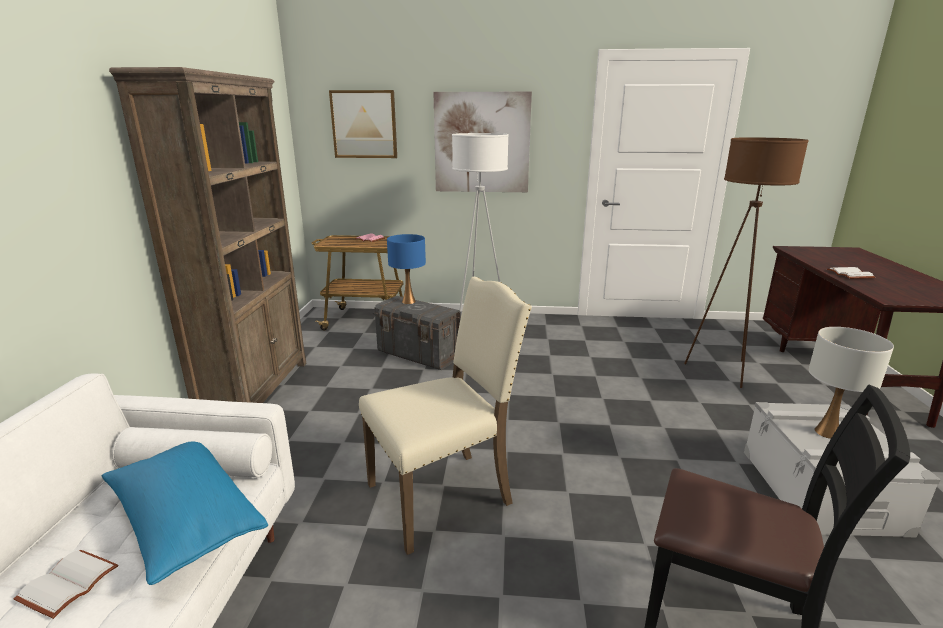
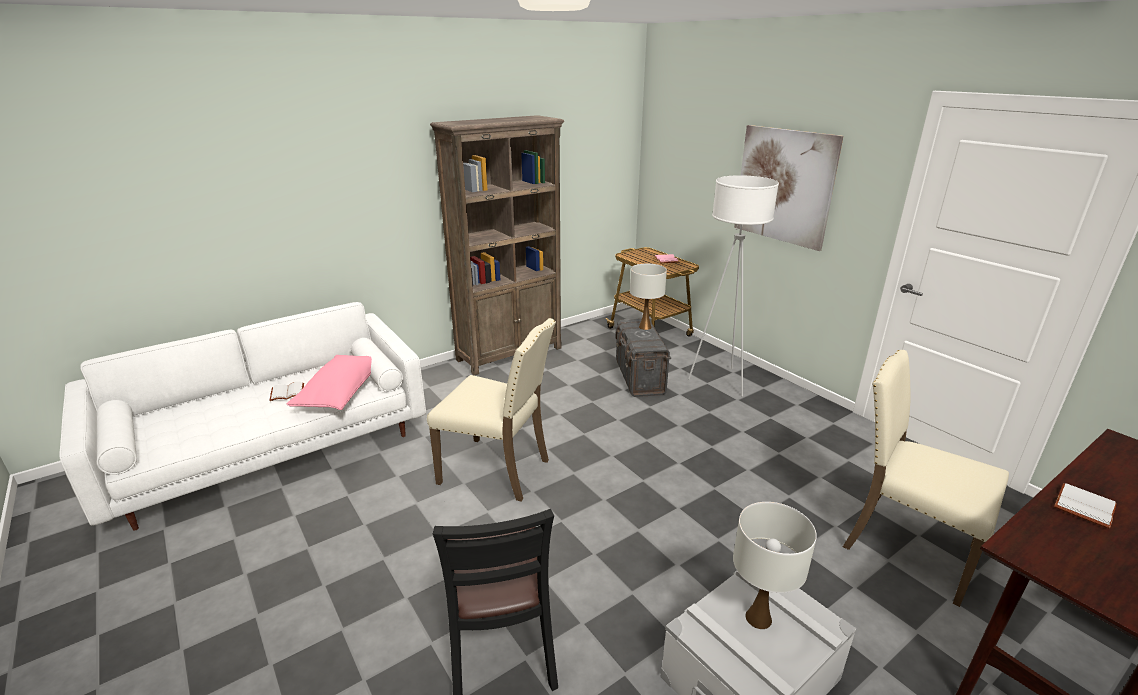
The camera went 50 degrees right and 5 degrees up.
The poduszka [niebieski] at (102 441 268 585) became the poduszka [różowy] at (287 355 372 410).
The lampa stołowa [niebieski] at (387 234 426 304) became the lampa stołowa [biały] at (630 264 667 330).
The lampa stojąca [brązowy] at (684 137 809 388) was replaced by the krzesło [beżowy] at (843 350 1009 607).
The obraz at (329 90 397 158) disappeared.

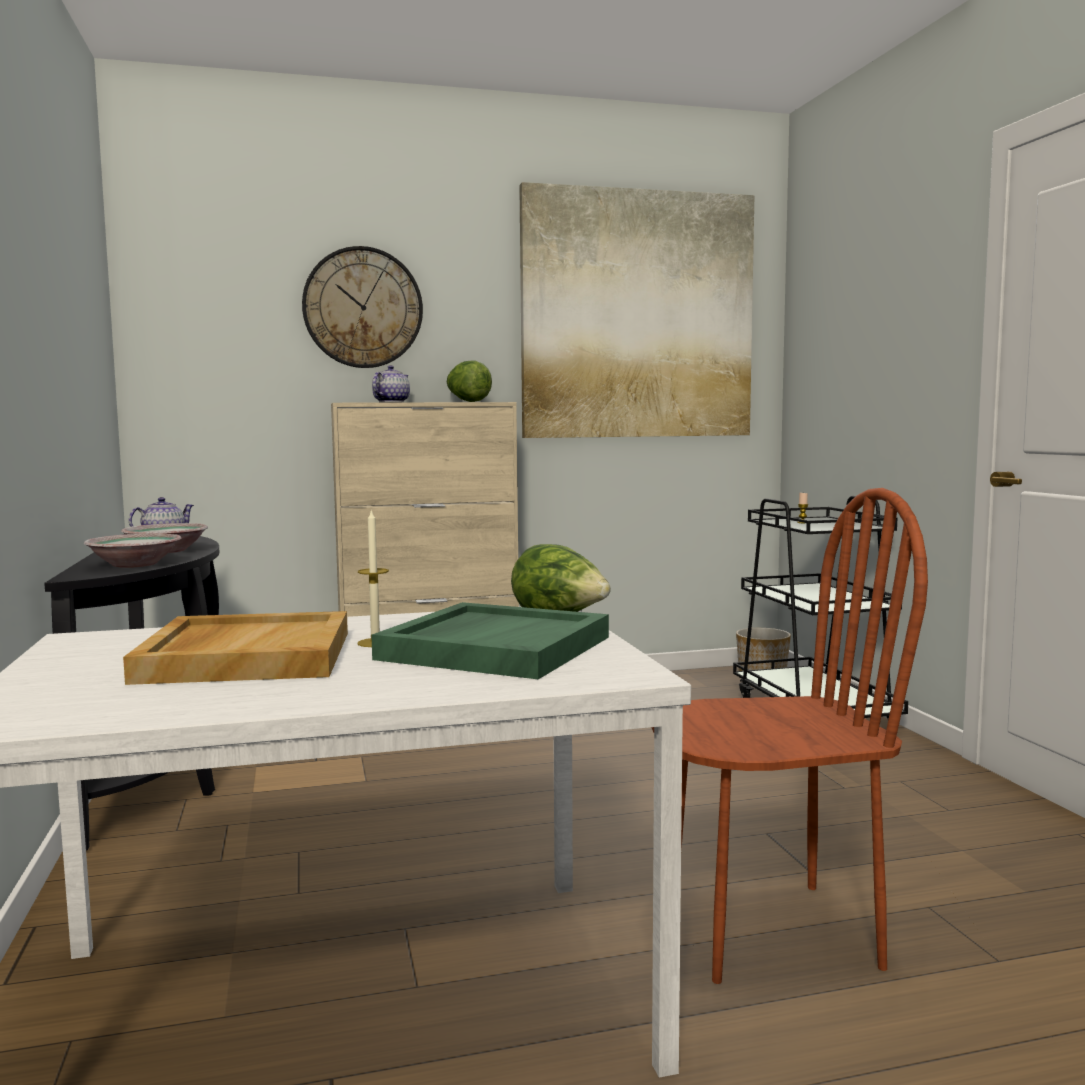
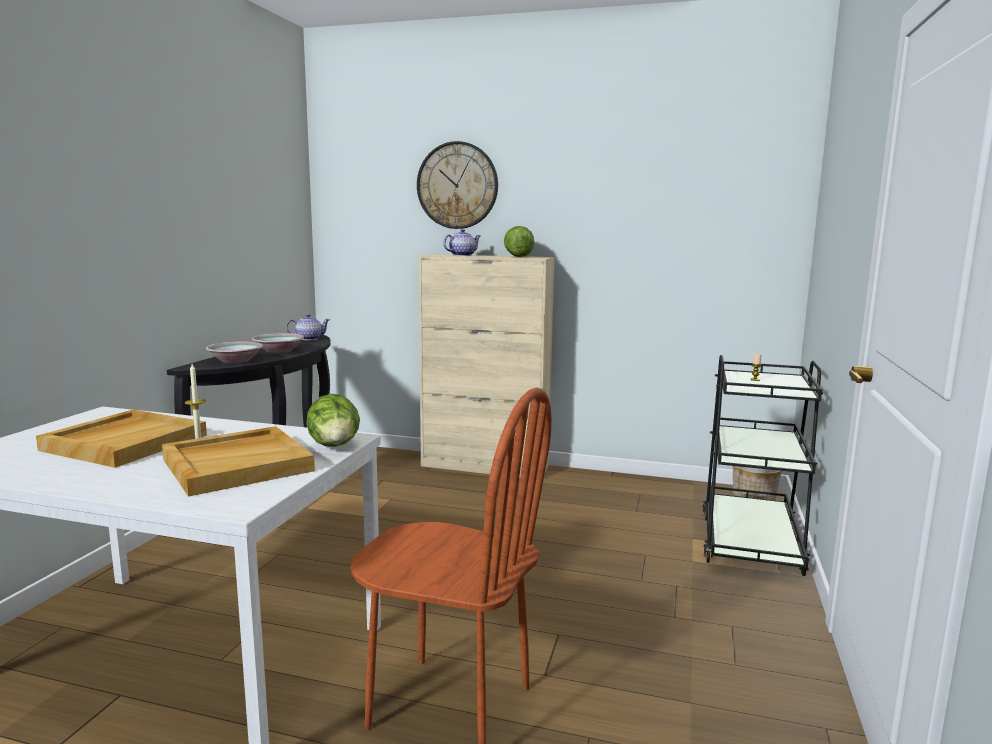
The camera went 30 degrees right and 5 degrees up.
The taca [zielony] at (371 602 609 679) became the taca [beżowy] at (162 426 315 497).
The obraz at (519 182 754 438) disappeared.

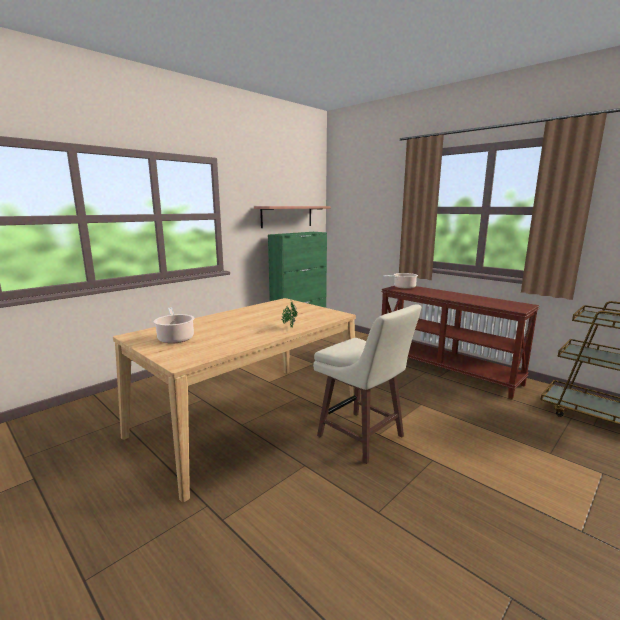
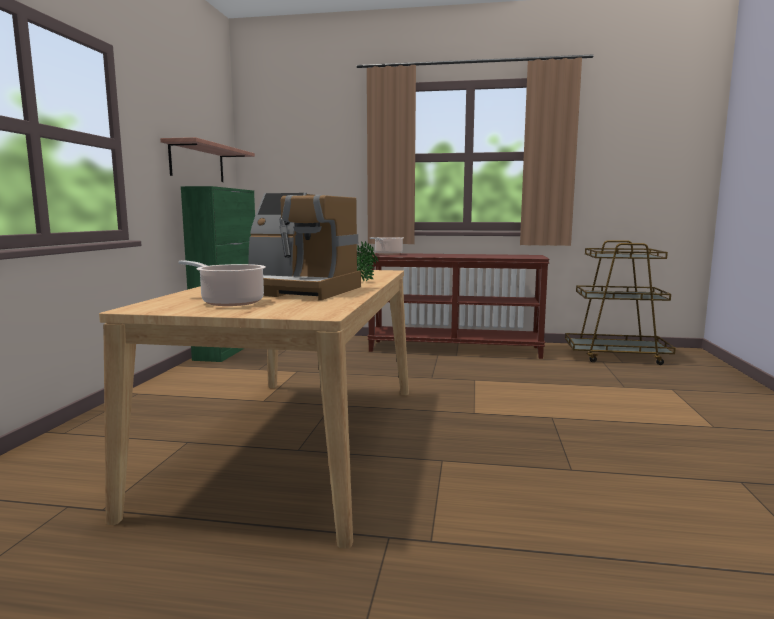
The camera went 35 degrees left and 5 degrees down.
The ekspres do kawy at (249 193 361 300) appeared.
The stołek [beżowy] at (313 304 421 464) disappeared.

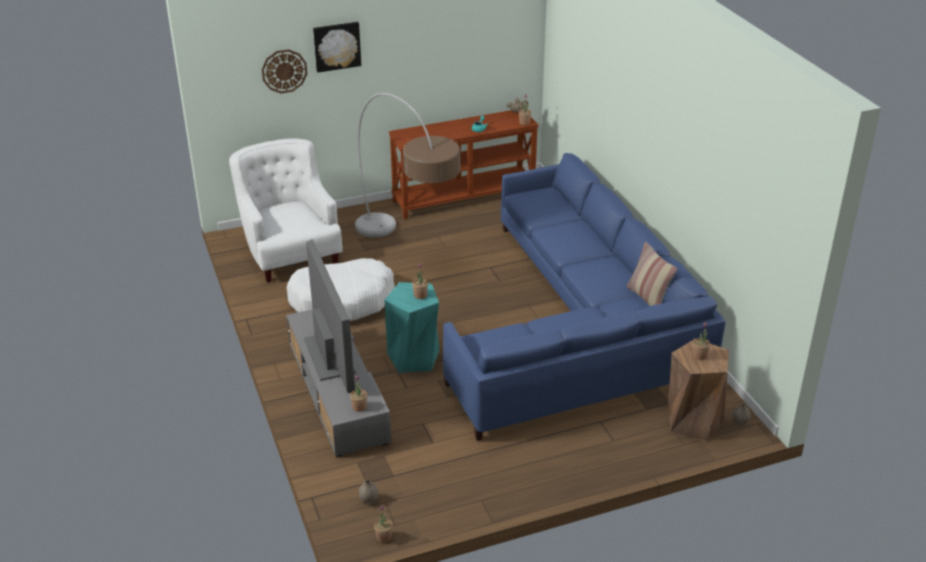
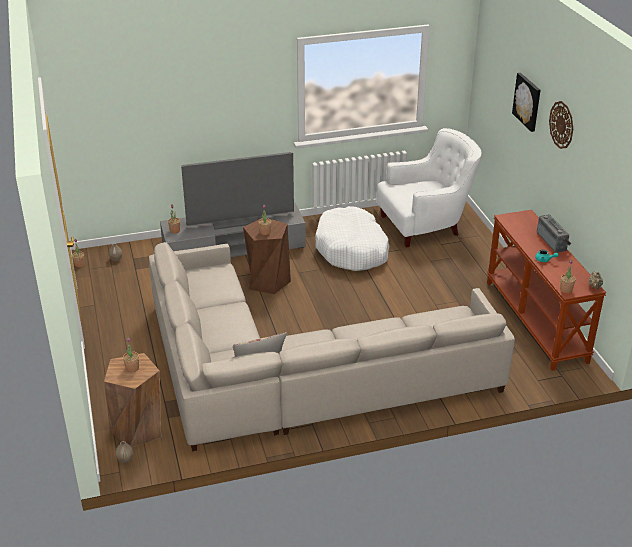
The camera went 95 degrees right and 0 degrees up.
The kanapa [niebieski] at (443 153 726 441) became the kanapa [beżowy] at (149 242 515 451).
The stołek [turkusowy] at (385 282 439 373) became the stołek [brązowy] at (243 218 291 294).
The radio at (537 214 571 253) appeared.
The zegar ścienny moved from (262 49 307 93) to (549 101 573 149).
The lampa stojąca at (355 93 460 237) disappeared.

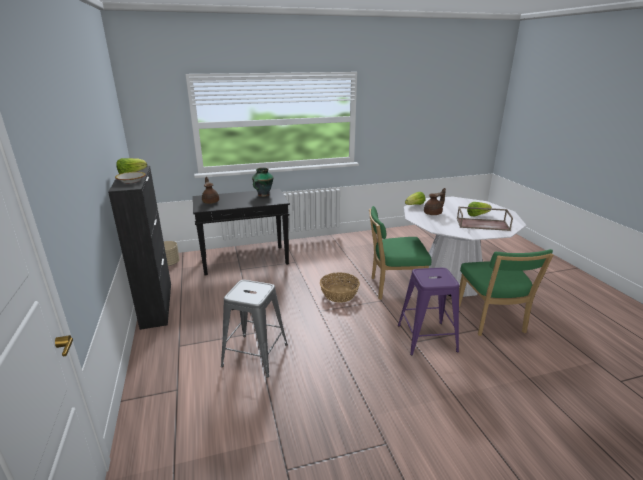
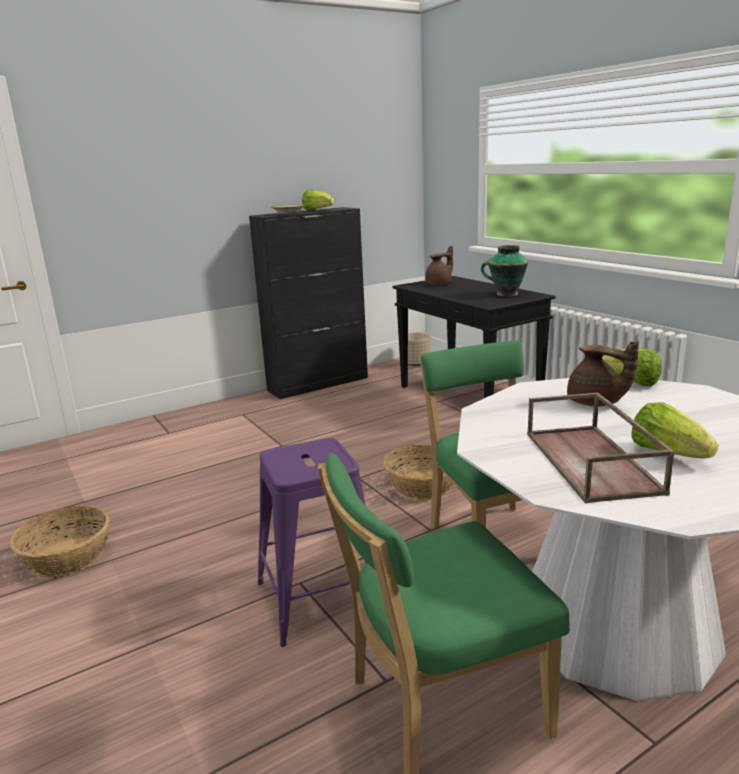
The camera went 75 degrees right and 5 degrees down.
The koszyk at (10 506 109 578) appeared.
The stołek [szary] at (221 280 288 378) disappeared.

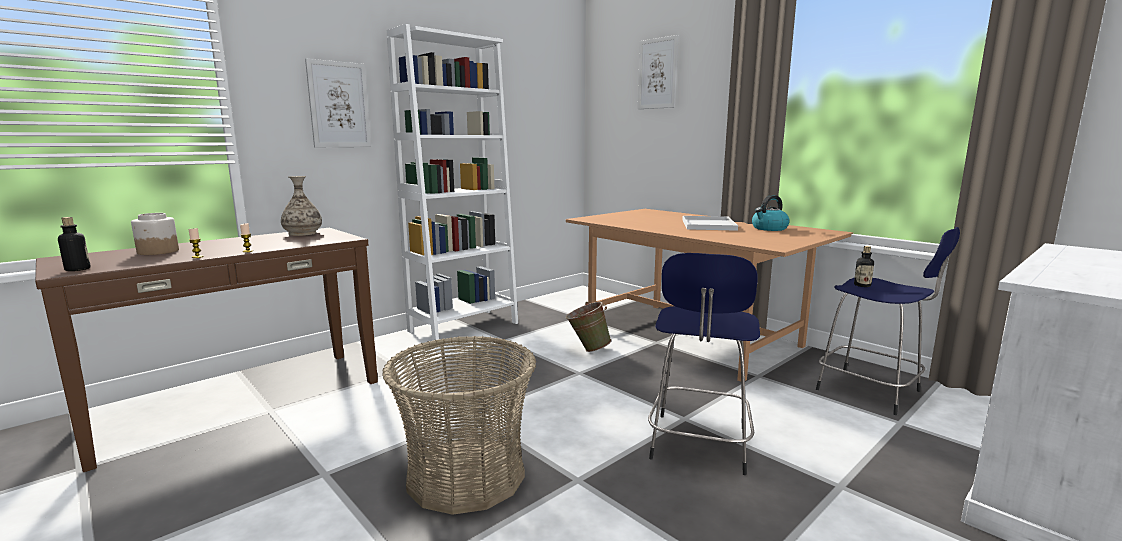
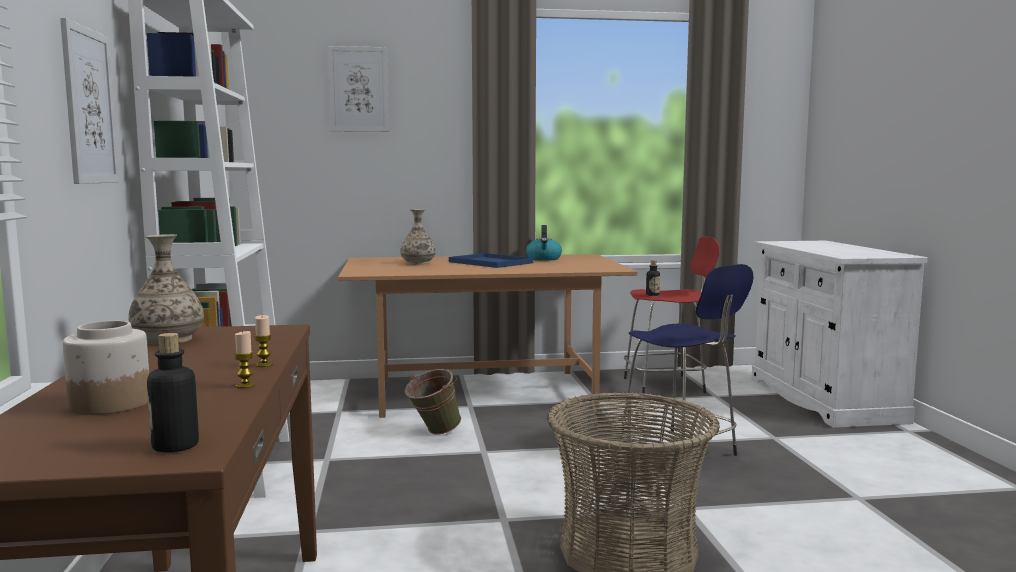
The camera went 55 degrees left and 5 degrees down.
The wazon at (400 209 436 264) appeared.
The taca [biały] at (682 216 738 231) became the taca [niebieski] at (449 253 534 268).
The stołek [niebieski] at (816 227 960 415) became the stołek [czerwony] at (624 237 720 394).

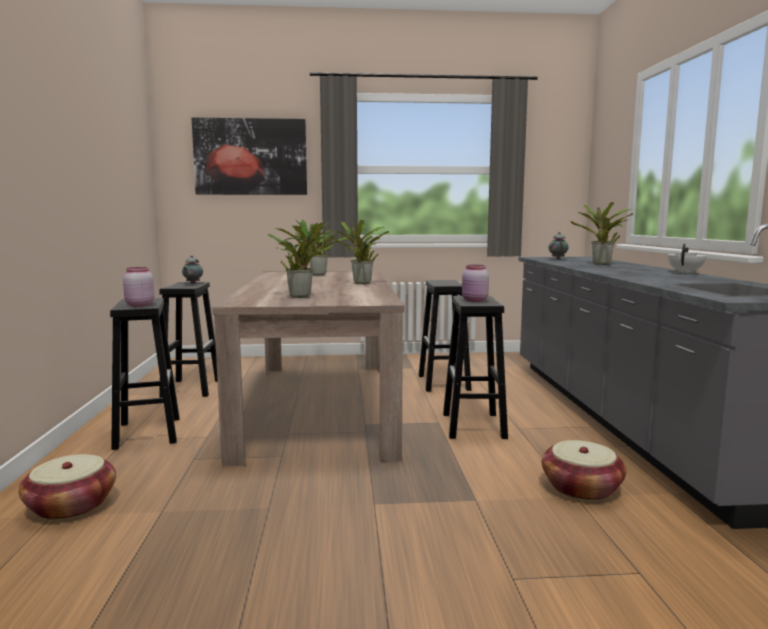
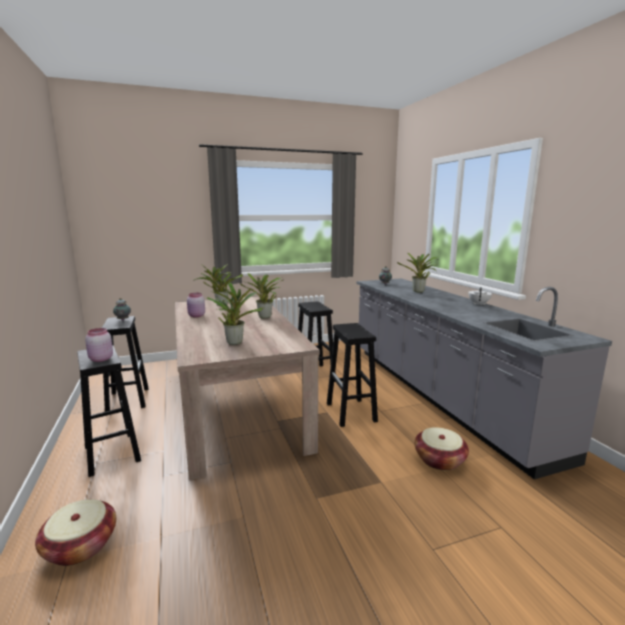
The camera went 15 degrees left and 5 degrees up.
The słoik [różowy] moved from (462 265 489 302) to (187 293 205 317).
The obraz at (192 118 307 195) disappeared.

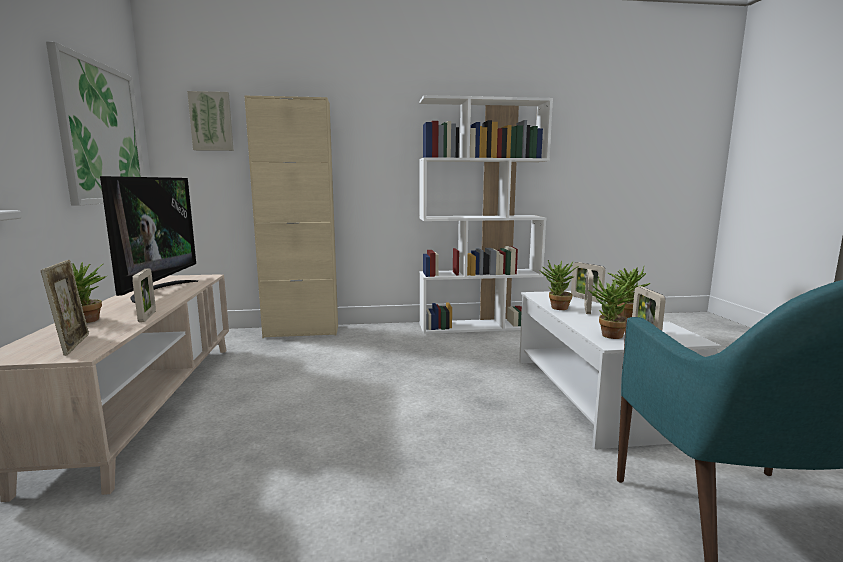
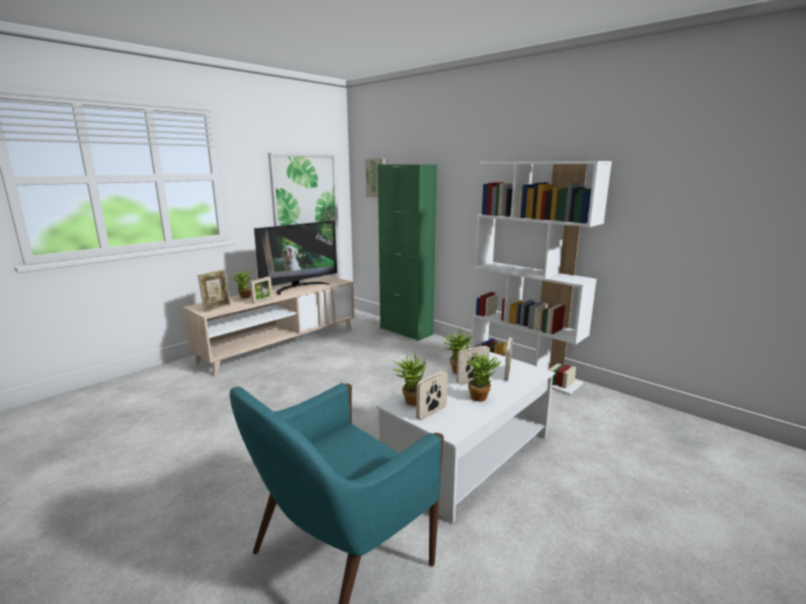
The camera went 50 degrees right and 5 degrees up.
The szafka [beżowy] at (244 95 338 338) became the szafka [zielony] at (378 164 437 341).

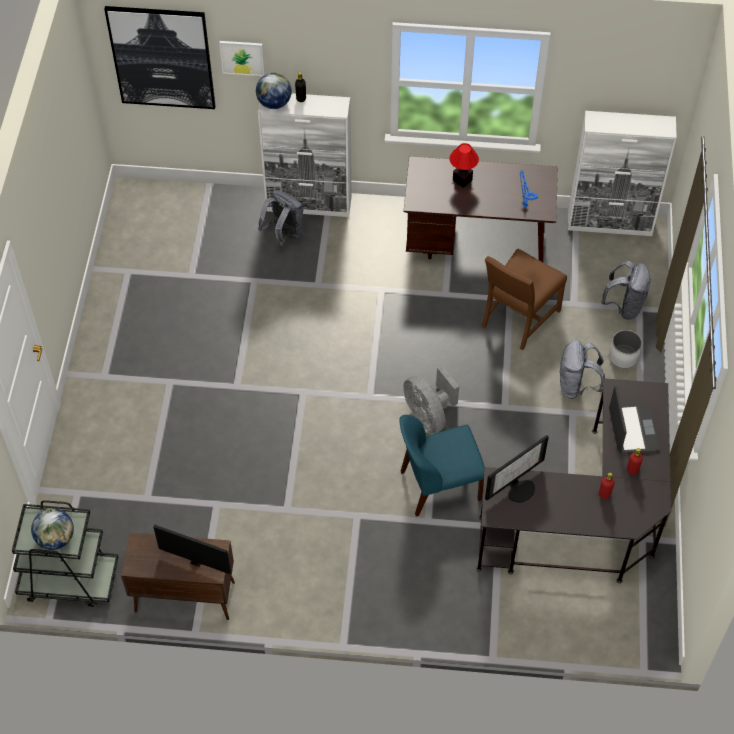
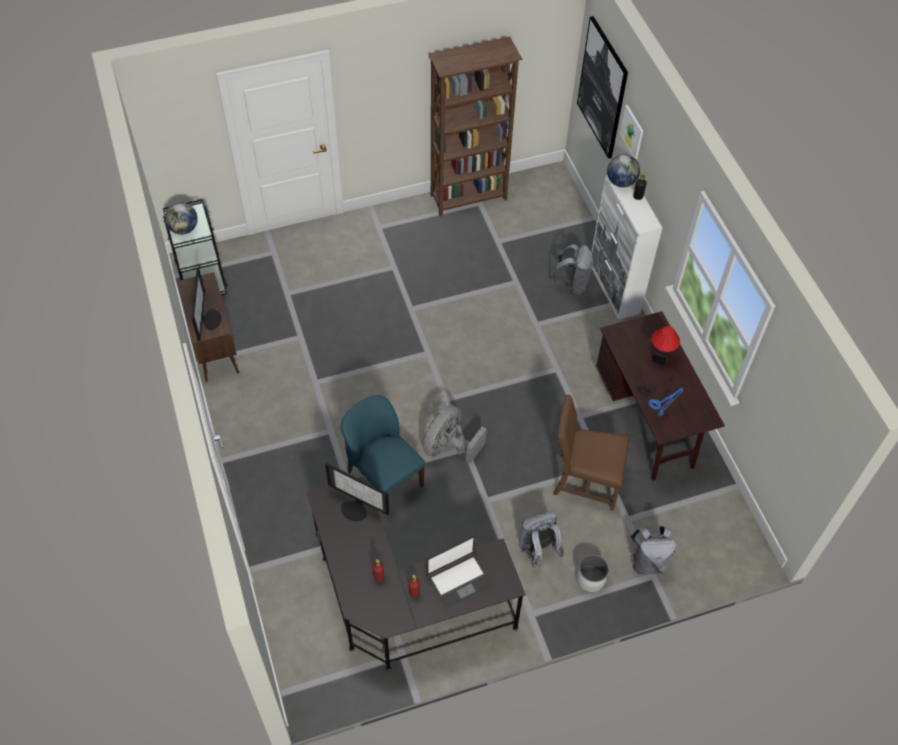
The camera went 65 degrees right and 0 degrees up.
The regał [brązowy] at (428 36 523 216) appeared.
The szafka [biały] at (568 111 677 236) disappeared.

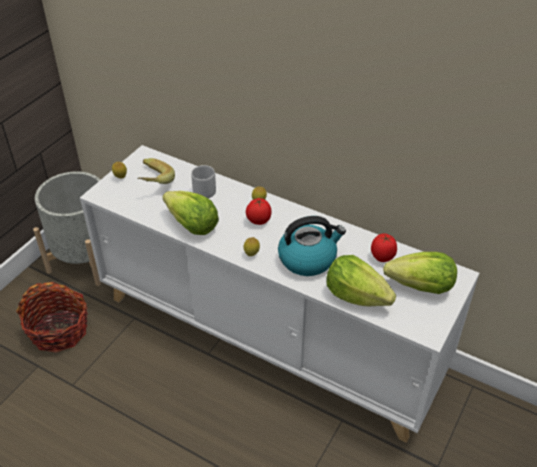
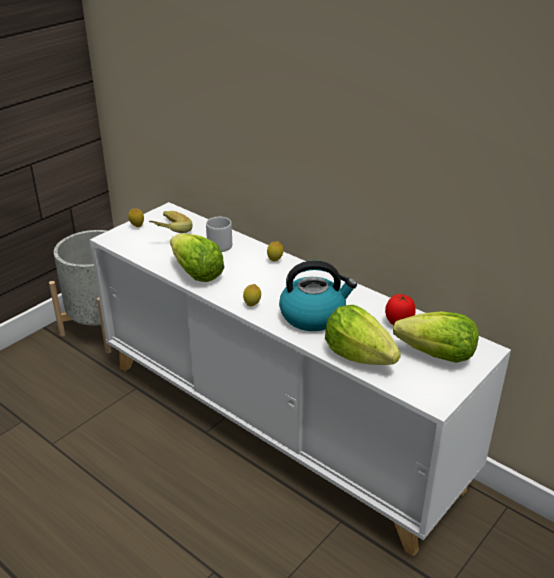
The camera went 10 degrees right and 10 degrees down.
The koszyk at (16 282 88 353) disappeared.
The pomidor at (246 198 271 225) disappeared.

